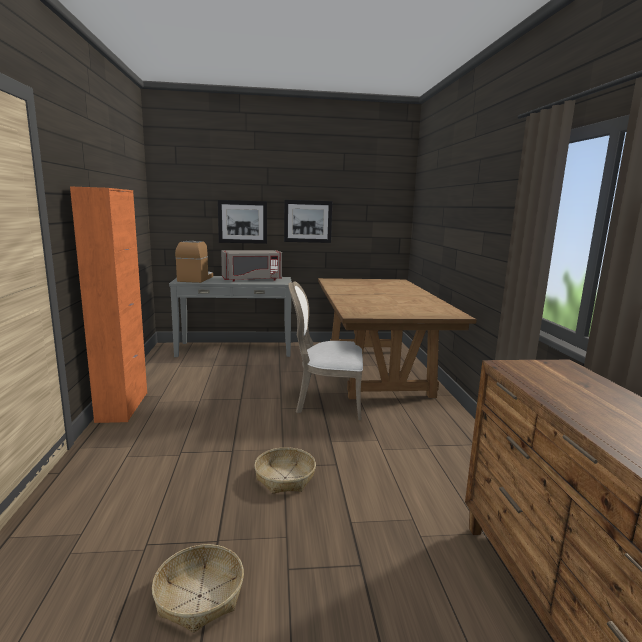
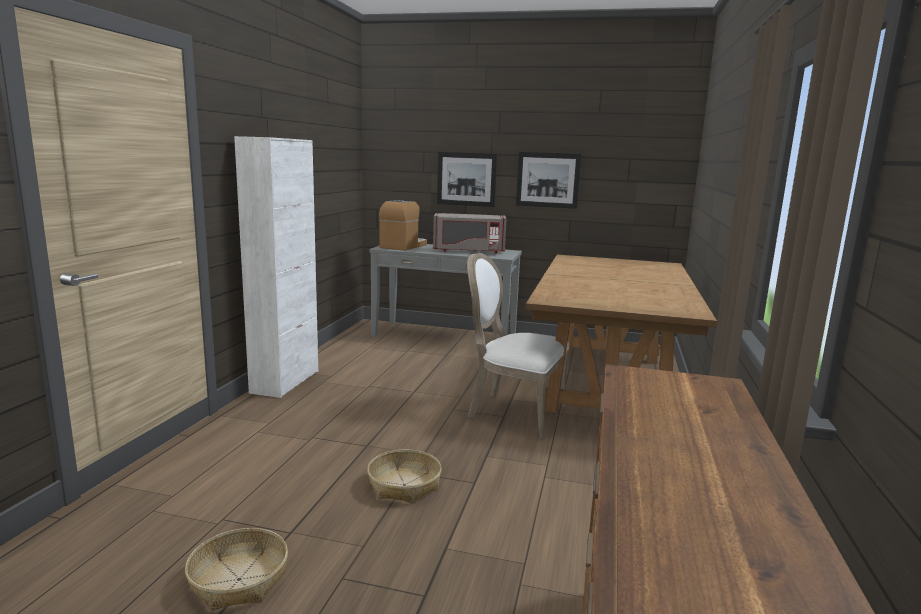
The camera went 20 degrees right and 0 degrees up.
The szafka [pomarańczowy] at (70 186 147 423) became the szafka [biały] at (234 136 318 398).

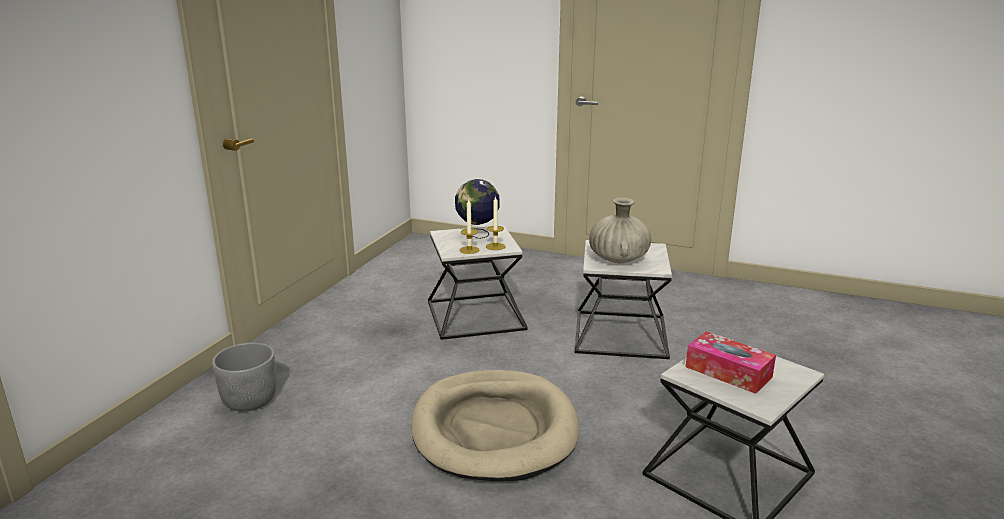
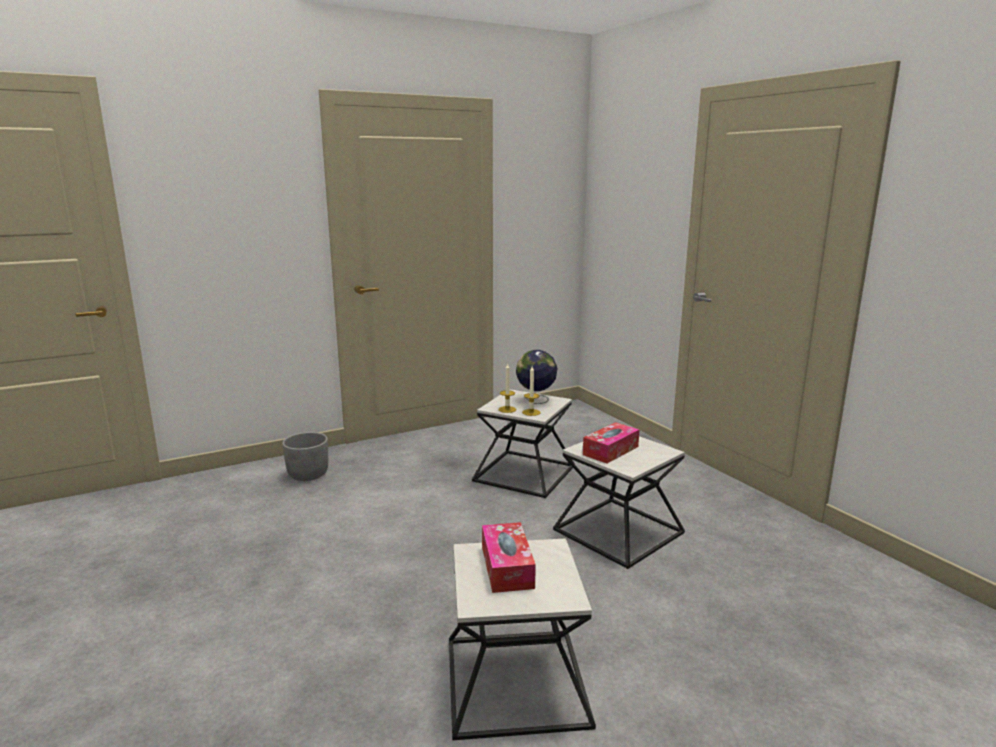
The camera went 40 degrees right and 5 degrees down.
The wazon [beżowy] at (589 198 651 264) was replaced by the pudełko chusteczek at (583 422 639 463).
The legowisko [beżowy] at (411 370 580 481) disappeared.

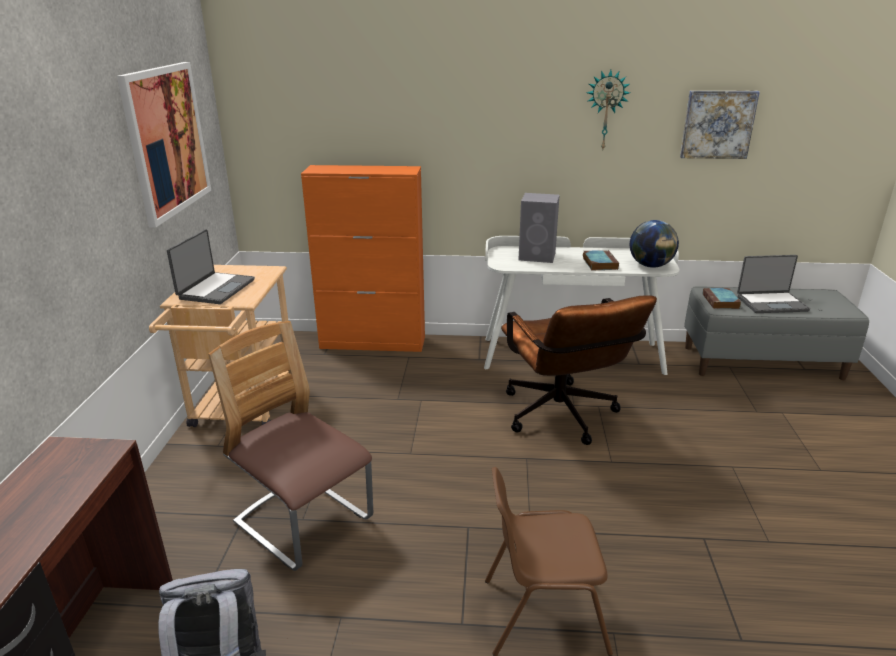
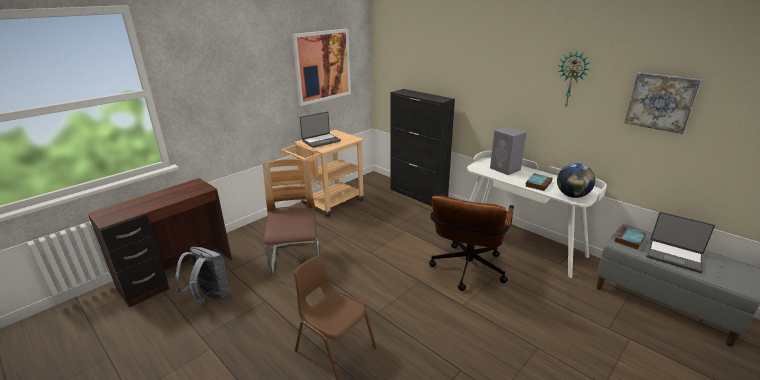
The camera went 40 degrees right and 0 degrees up.
The szafka [pomarańczowy] at (301 165 425 352) became the szafka [czarny] at (390 89 455 206).

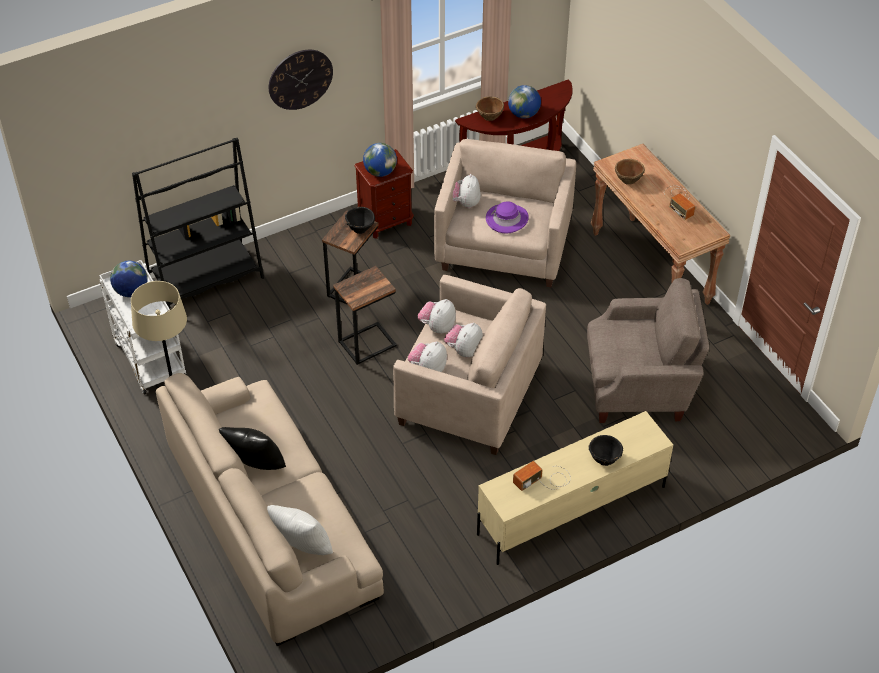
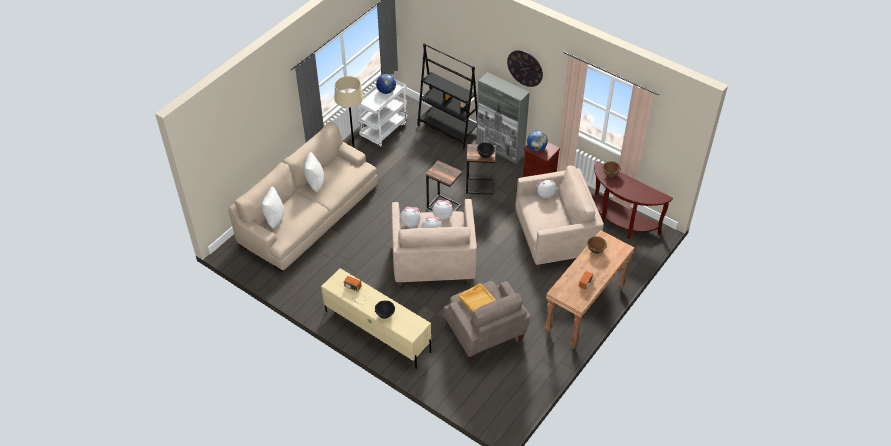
The camera went 65 degrees right and 0 degrees up.
The poduszka [czarny] at (219 427 286 470) became the poduszka [biały] at (304 152 324 192).
The taca [beżowy] at (458 283 496 313) appeared.
The szafka [szary] at (476 72 530 163) appeared.
The kapelusz [fioletowy] at (486 201 529 233) disappeared.
The globus at (508 85 541 118) disappeared.

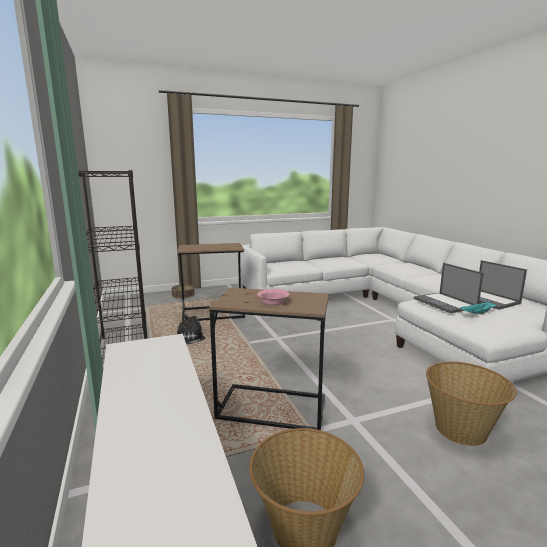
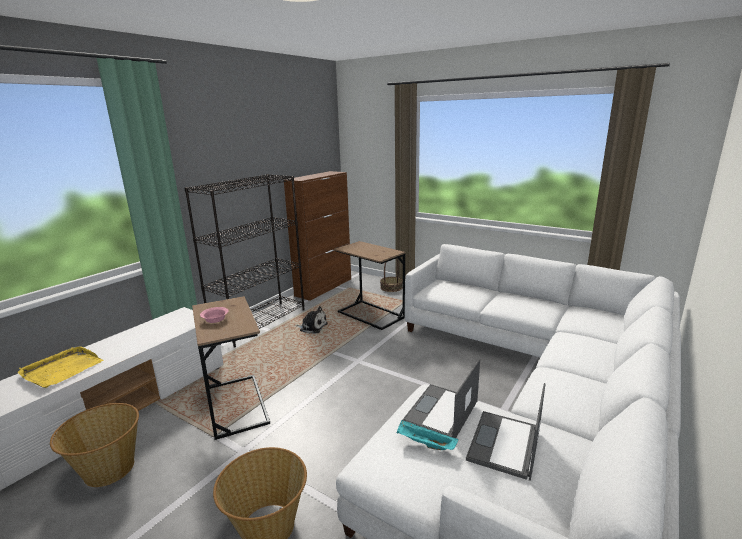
The camera went 55 degrees right and 5 degrees up.
The taca [żółty] at (18 346 103 388) appeared.
The szafka [brązowy] at (284 171 351 301) appeared.

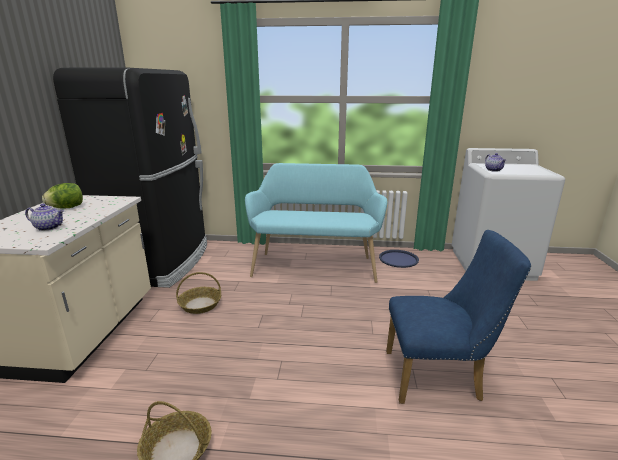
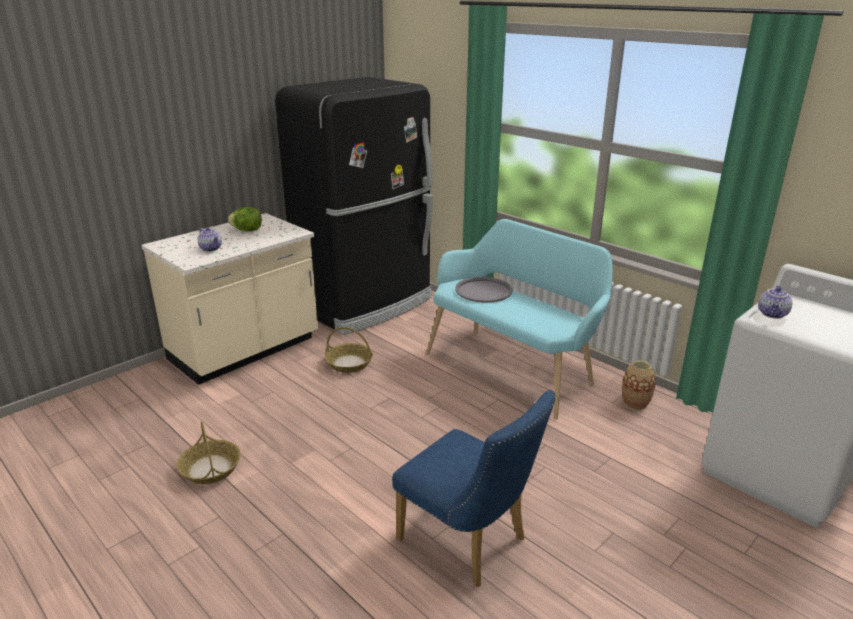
The camera went 40 degrees right and 5 degrees up.
The taca [szary] at (455 277 513 303) appeared.
The taca [niebieski] at (379 250 419 268) was replaced by the wazon at (622 360 656 410).

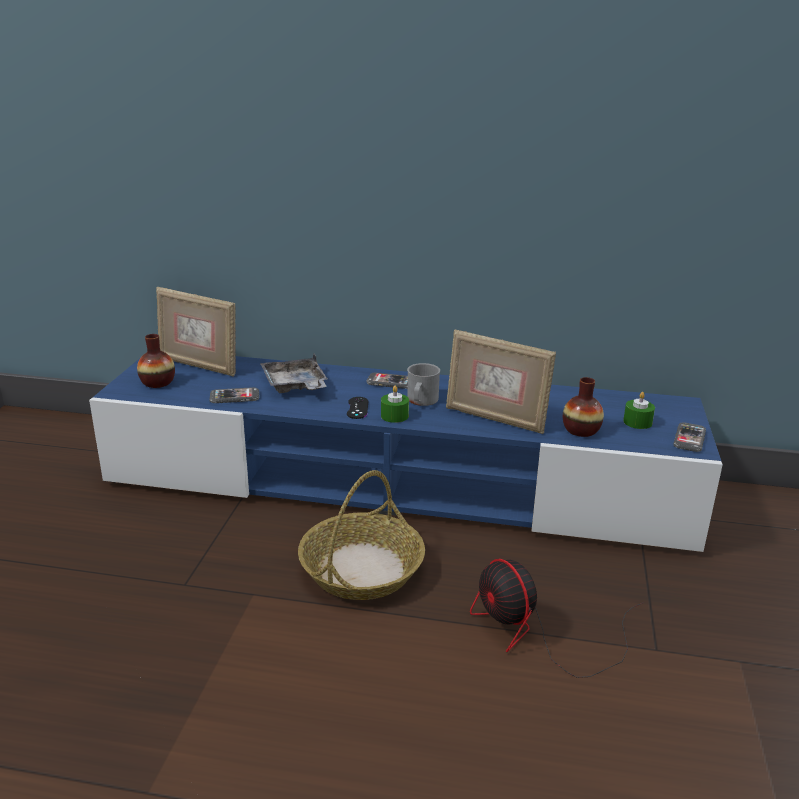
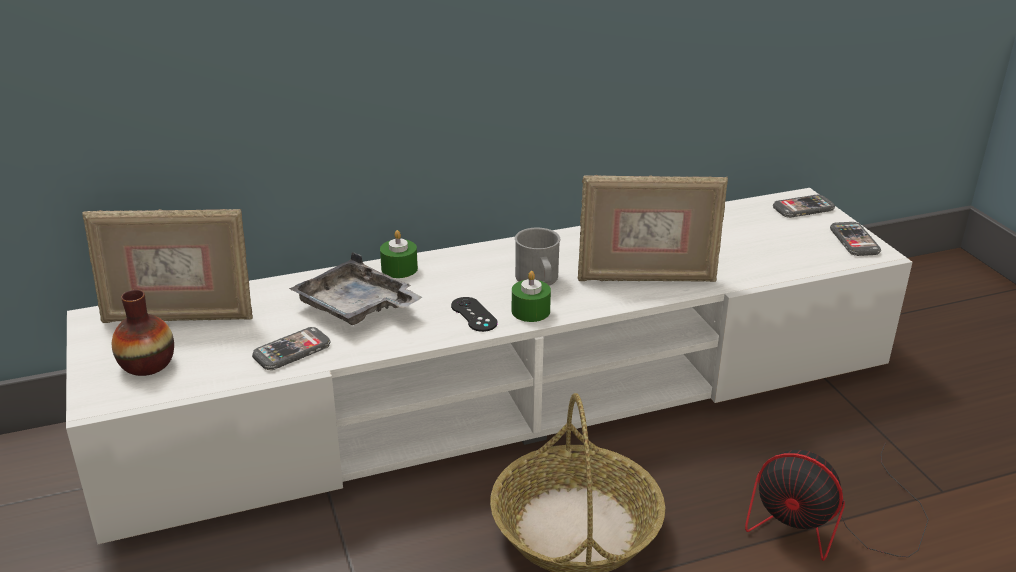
The camera went 30 degrees left and 5 degrees up.
The szafka pod telewizor [niebieski] at (89 356 723 552) became the szafka pod telewizor [biały] at (66 188 913 544).
The świeca [zielony] moved from (623 392 655 429) to (380 230 418 278).
The telefon moved from (366 372 408 389) to (773 194 835 218).
The wazon at (563 377 604 437) disappeared.

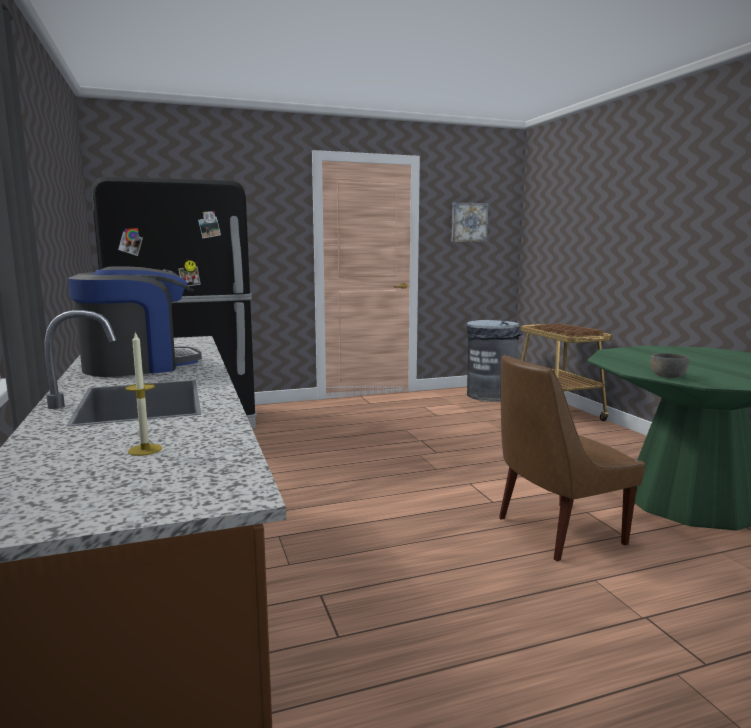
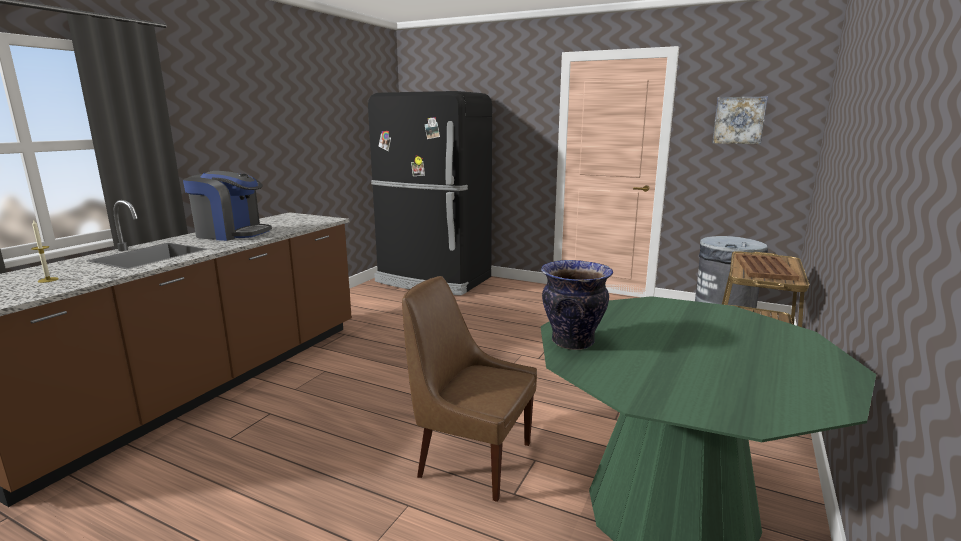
The camera went 45 degrees right and 5 degrees up.
The miska [szary] at (650 353 689 378) was replaced by the wazon at (541 260 613 350).

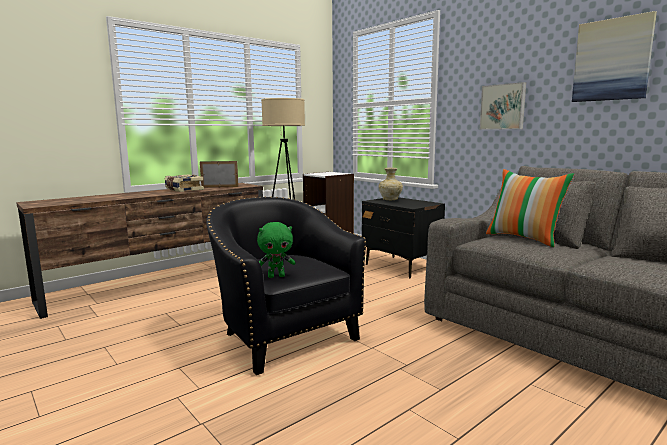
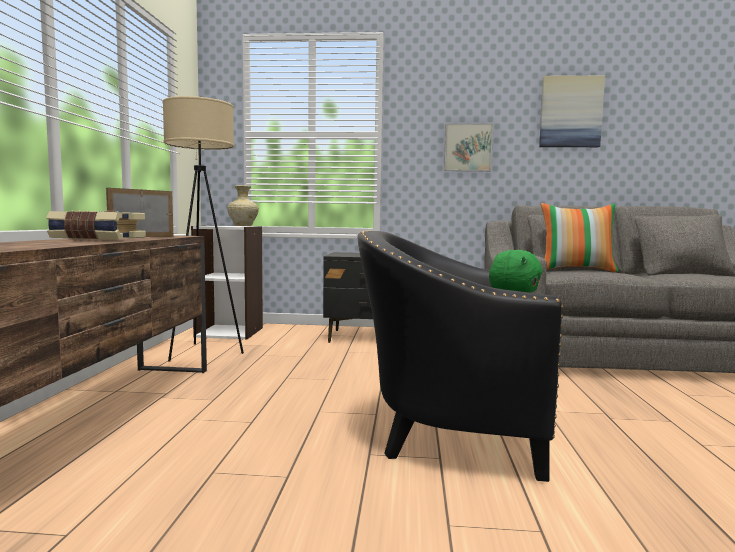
The camera went 45 degrees left and 5 degrees down.
The wazon [beżowy] moved from (378 168 403 200) to (227 185 259 226).

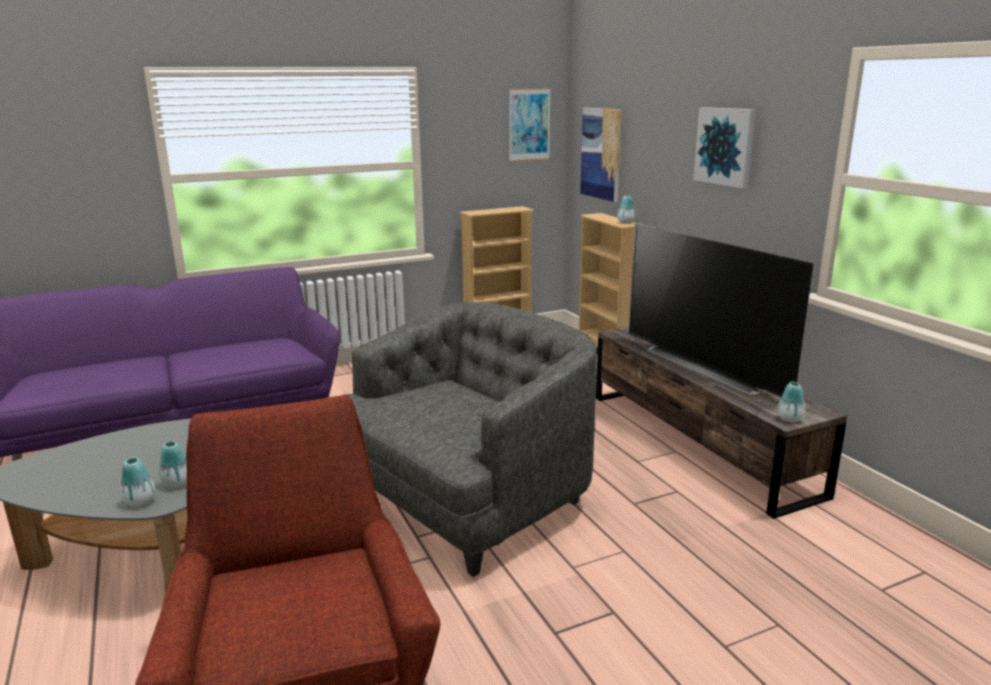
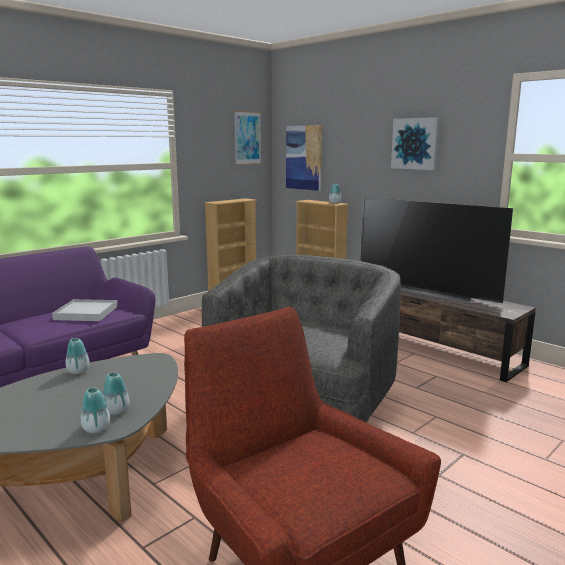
The camera went 20 degrees left and 5 degrees down.
The taca [biały] at (52 299 118 321) appeared.
The wazon moved from (777 382 805 422) to (65 338 90 374).

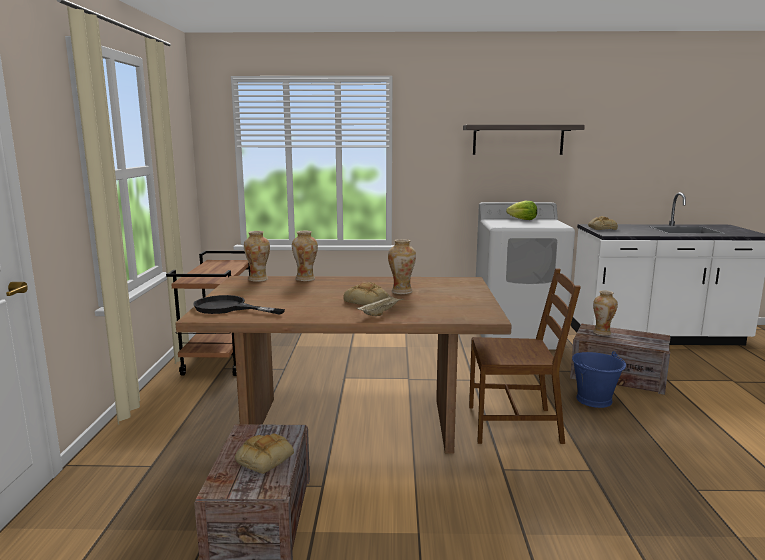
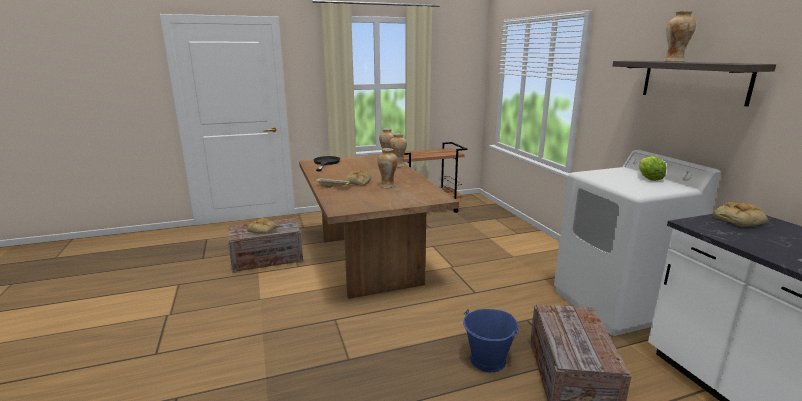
The camera went 70 degrees right and 5 degrees up.
The wazon moved from (593 290 618 336) to (663 11 696 62).
The krzesło [brązowy] at (469 269 581 444) disappeared.

